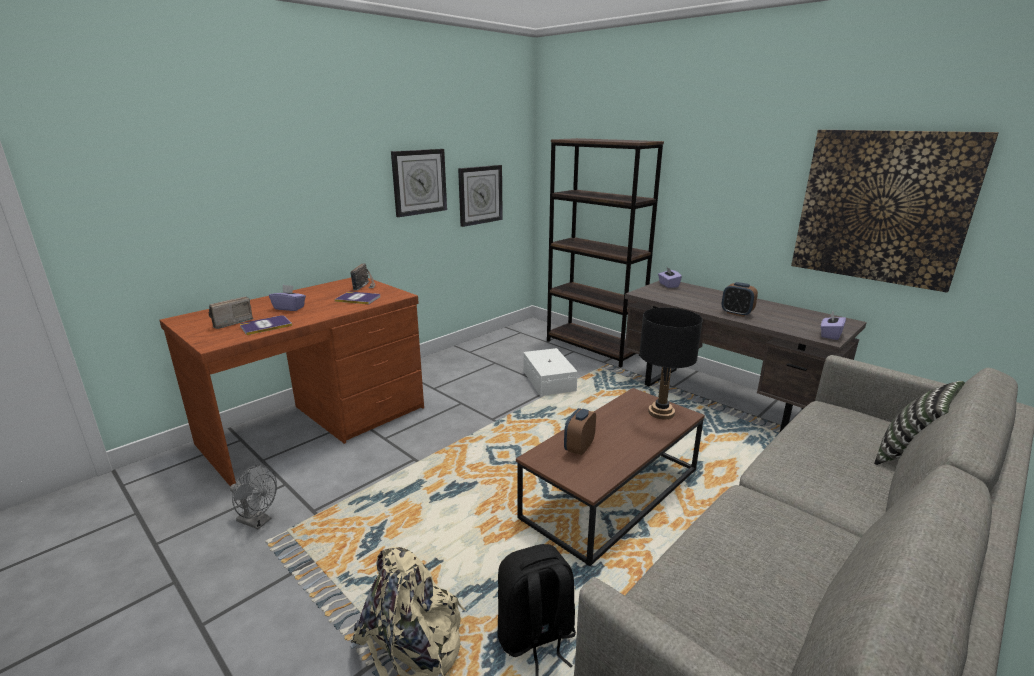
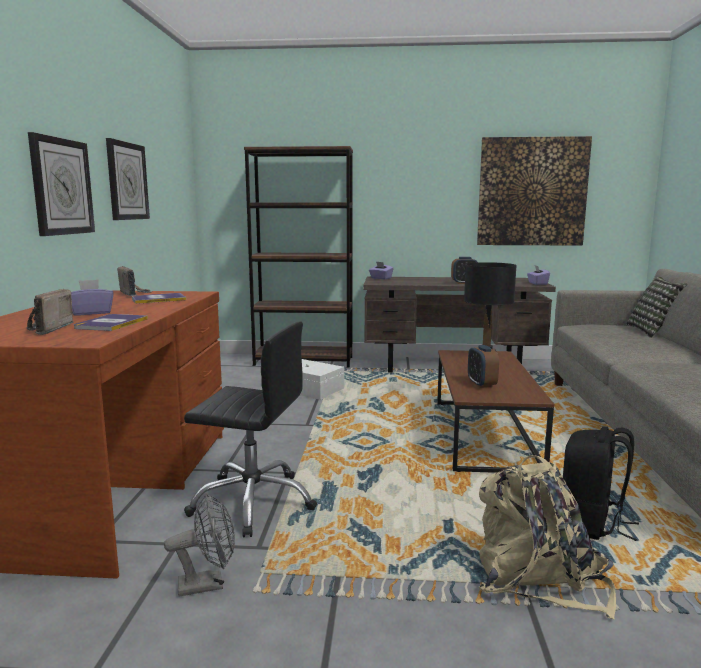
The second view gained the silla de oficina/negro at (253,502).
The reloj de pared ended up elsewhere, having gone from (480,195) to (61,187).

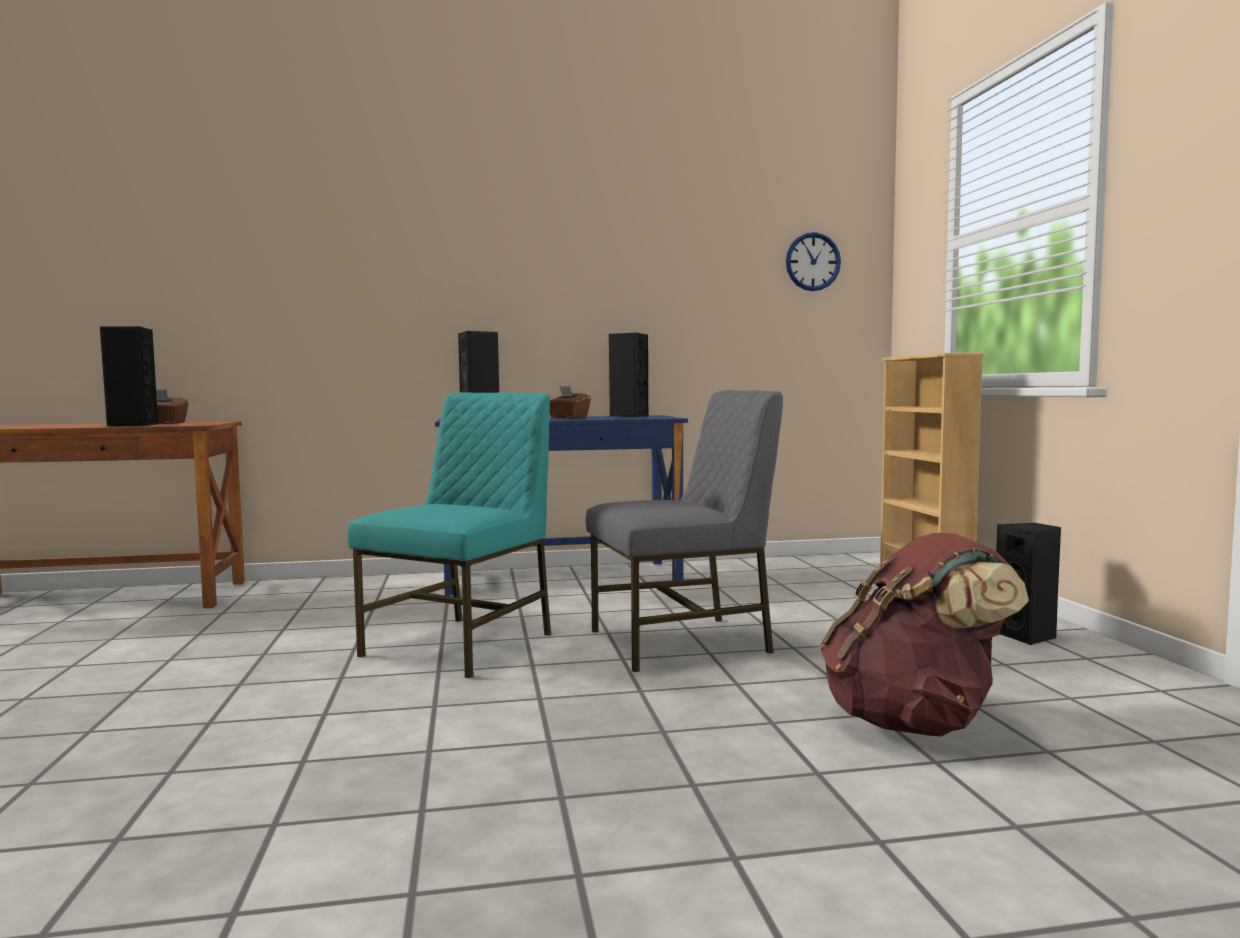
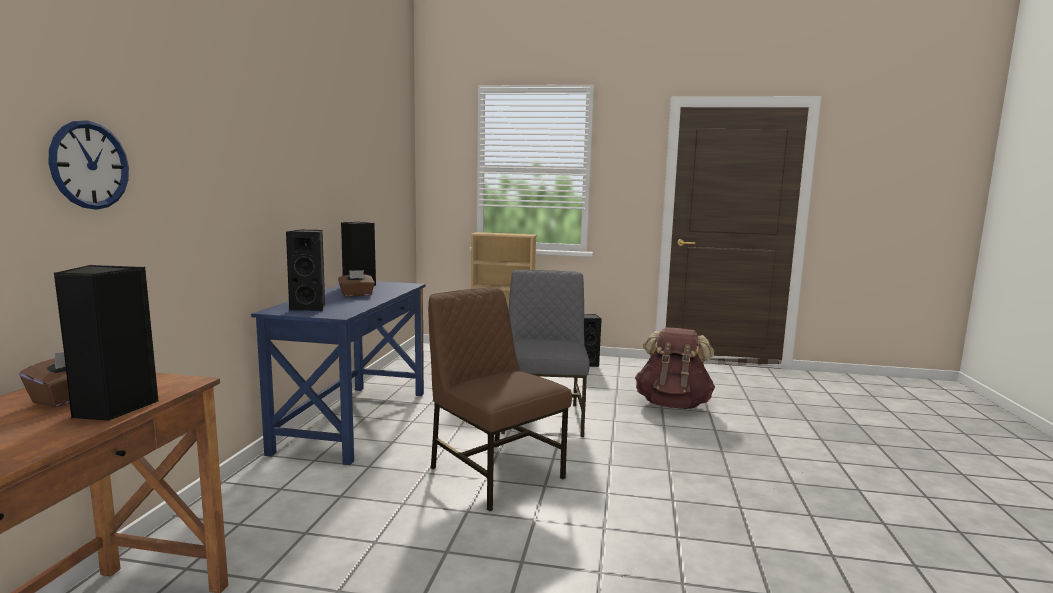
The reloj de pared ended up elsewhere, having gone from (812,262) to (90,165).
What was the silla/turquesa at (463,644) turned into the silla/marrón at (494,472).

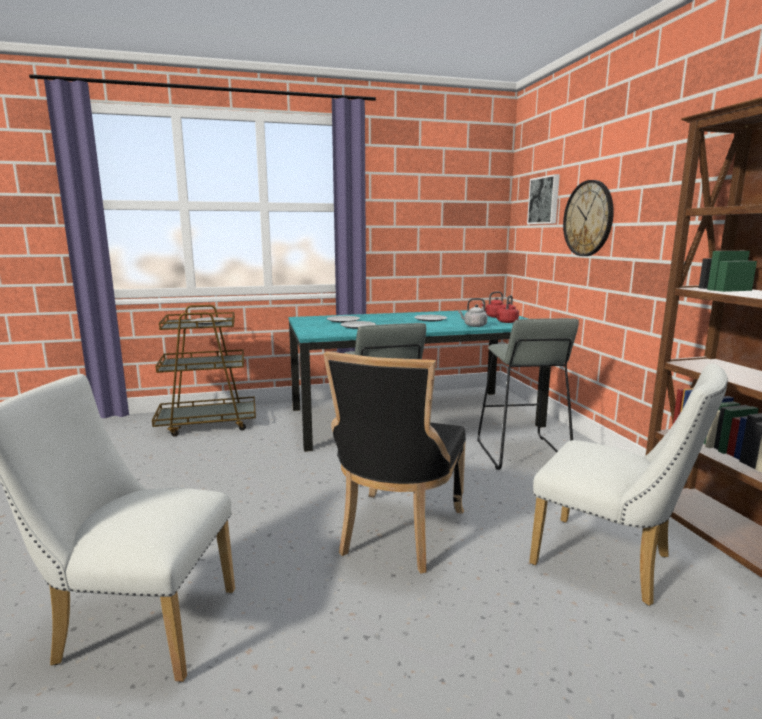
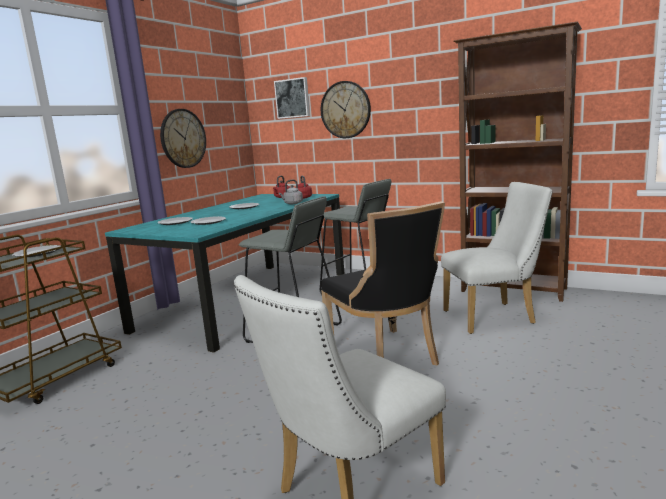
The second view gained the reloj de pared at (183,138).

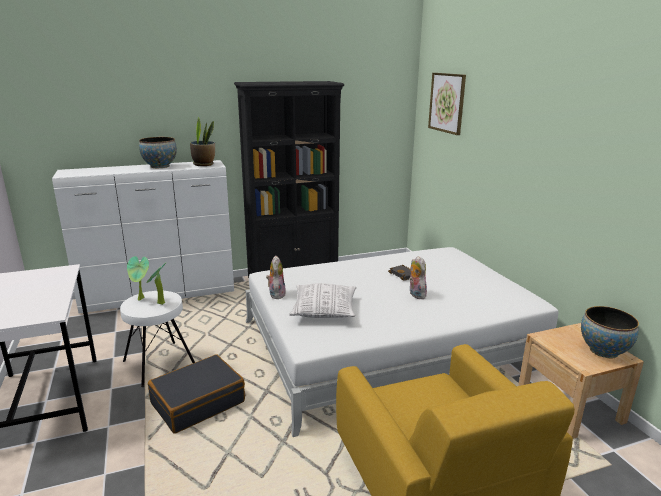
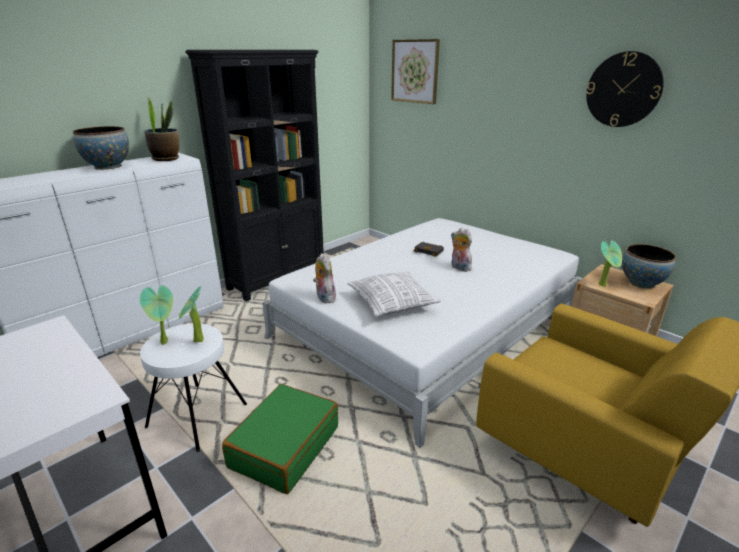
The second view gained the reloj de pared at (623,90).
The second view gained the planta en maceta at (604,285).
What was the maleta/negro at (198,402) turned into the maleta/verde at (284,446).

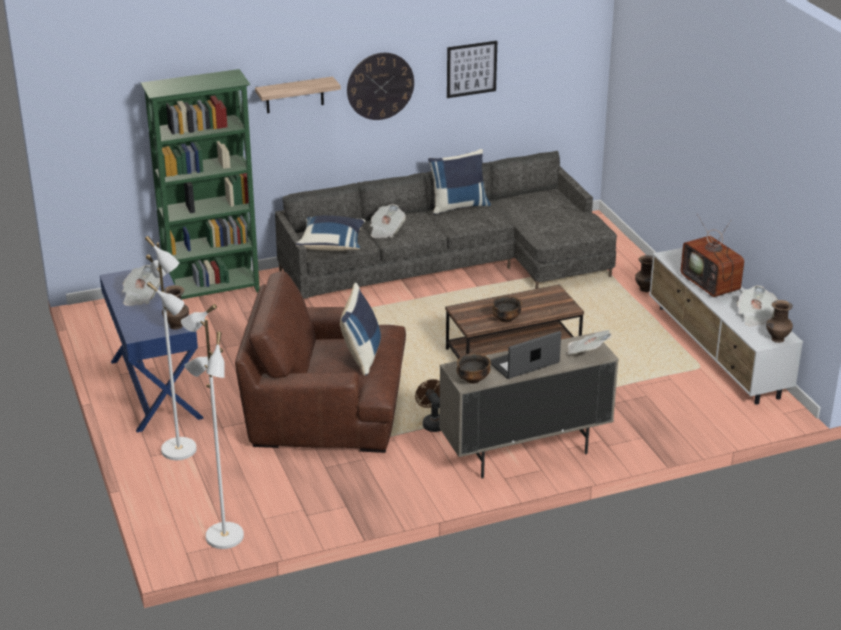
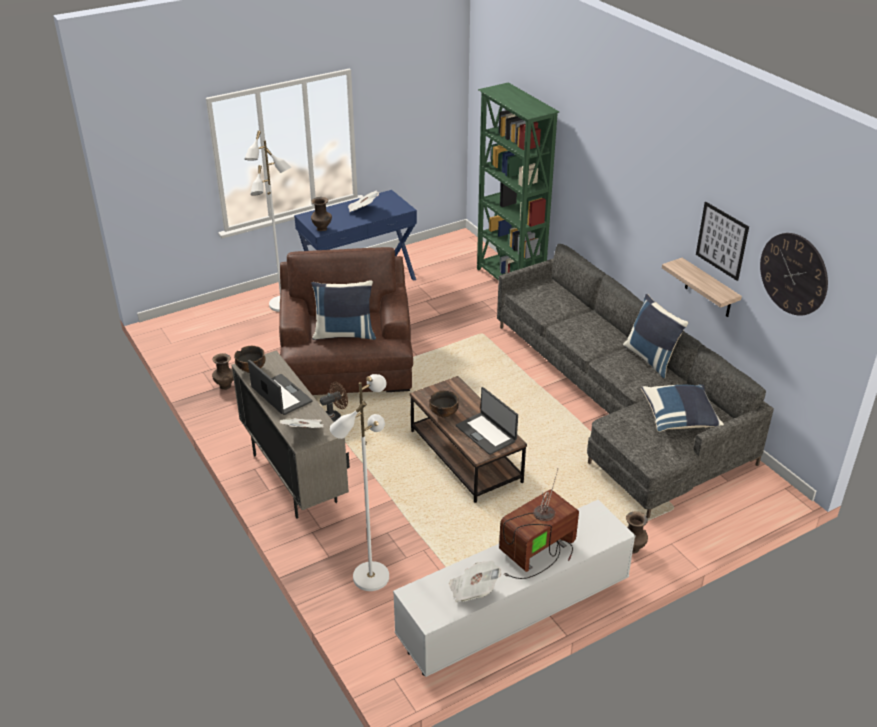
The second view lost the periódico at (386,231).
The second view gained the portátil at (486,433).
The lámpara de pie/blanco ended up elsewhere, having gone from (223,537) to (370,576).
The estante ended up elsewhere, having gone from (294,95) to (708,289).
The cojín/azul ended up elsewhere, having gone from (332,244) to (679,418).
The reloj de pared ended up elsewhere, having gone from (380,86) to (793,274).
The florero/marrón ended up elsewhere, having gone from (777,339) to (225,386).

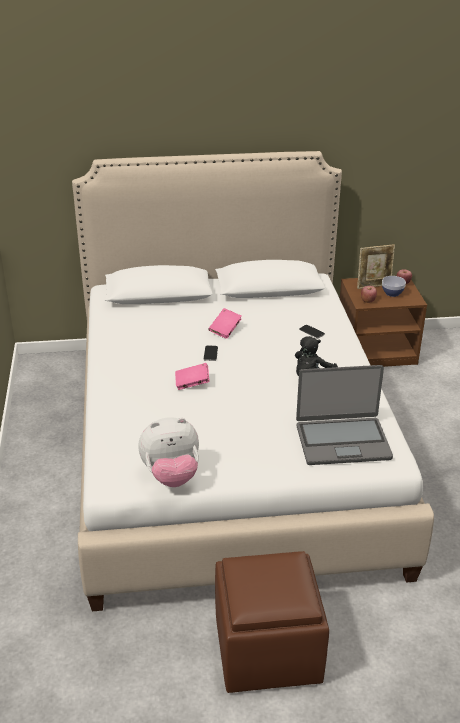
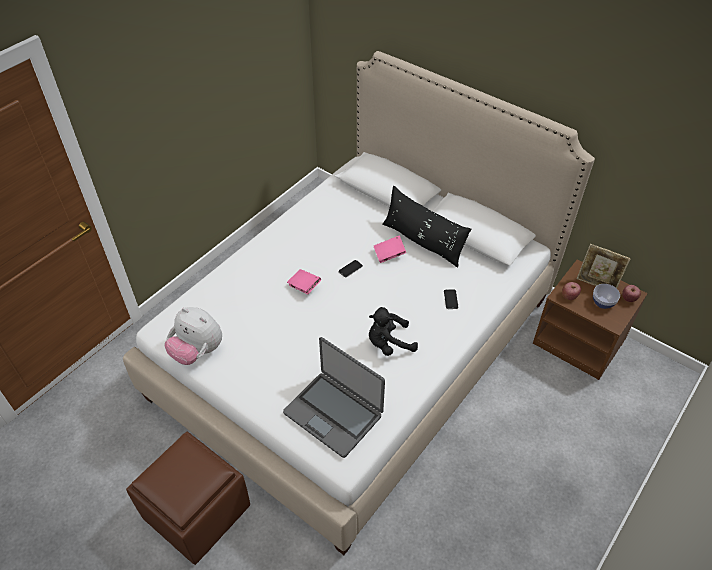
The second view gained the cojín/negro at (422,242).

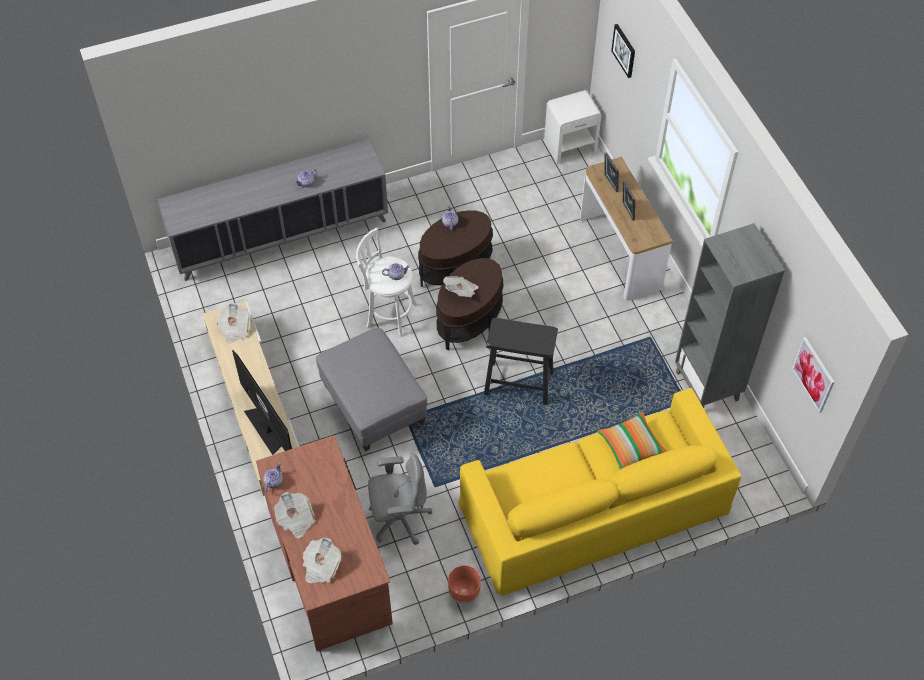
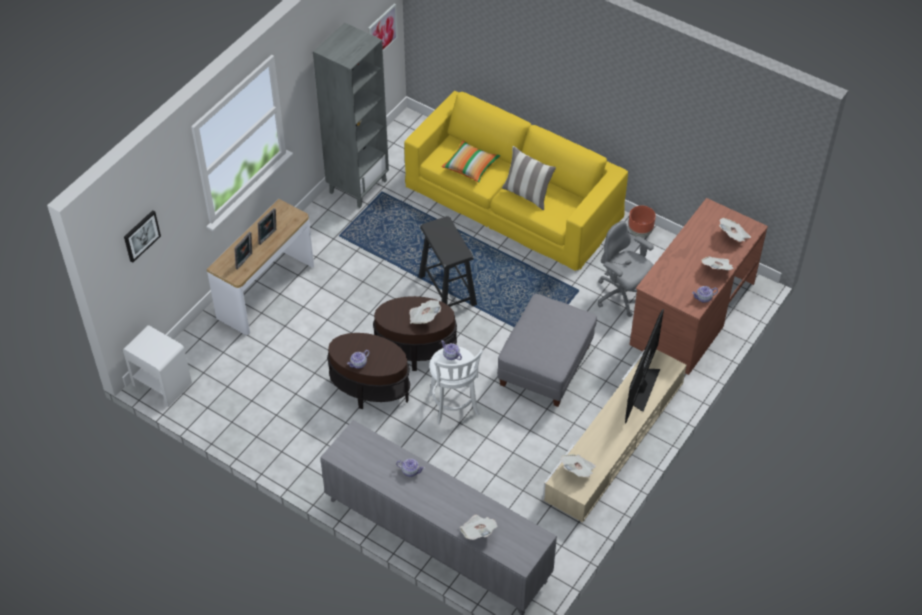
The second view gained the periódico at (478,531).
The second view gained the cojín at (527,194).

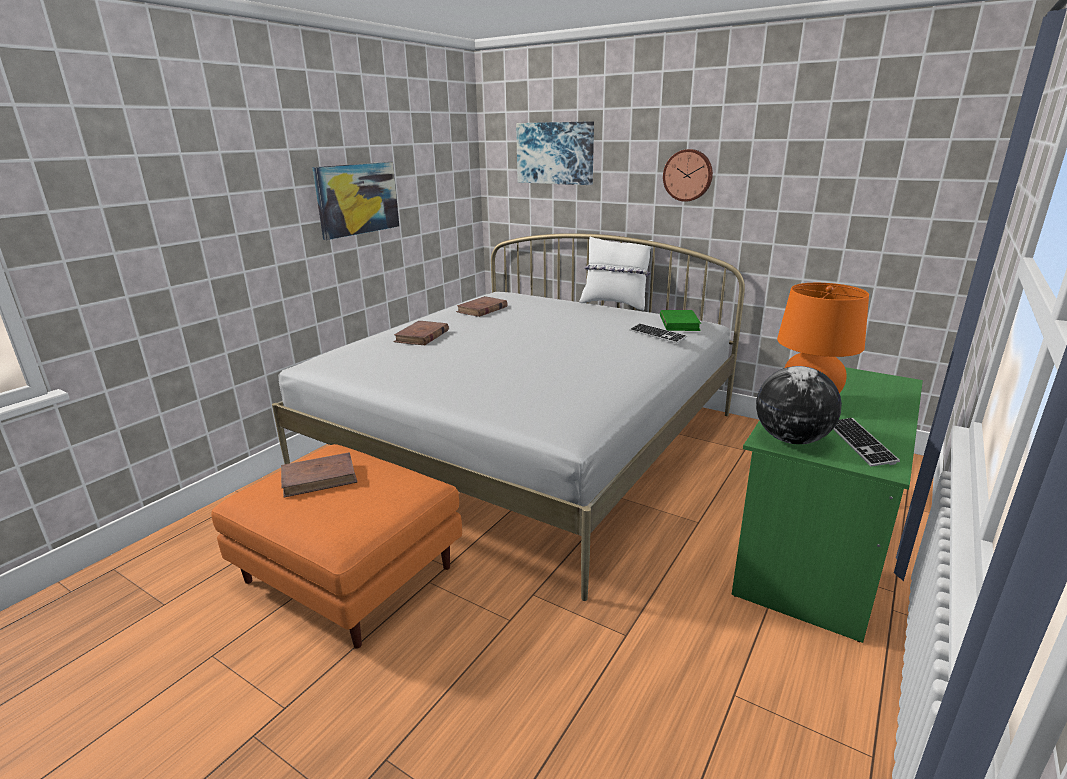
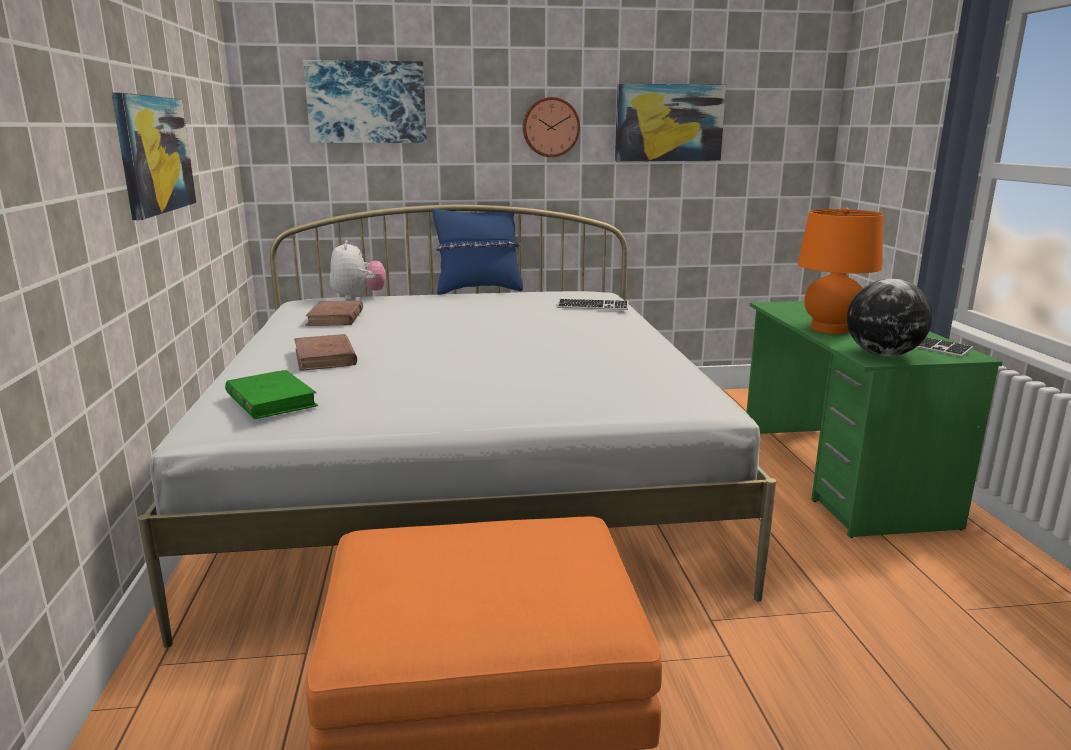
The second view lost the libro/marrón at (319,478).
The second view gained the peluche at (358,297).
The second view gained the cuadro at (669,123).
The libro/verde ended up elsewhere, having gone from (679,323) to (271,399).
What was the cojín/blanco at (615,304) turned into the cojín/azul at (479,290).

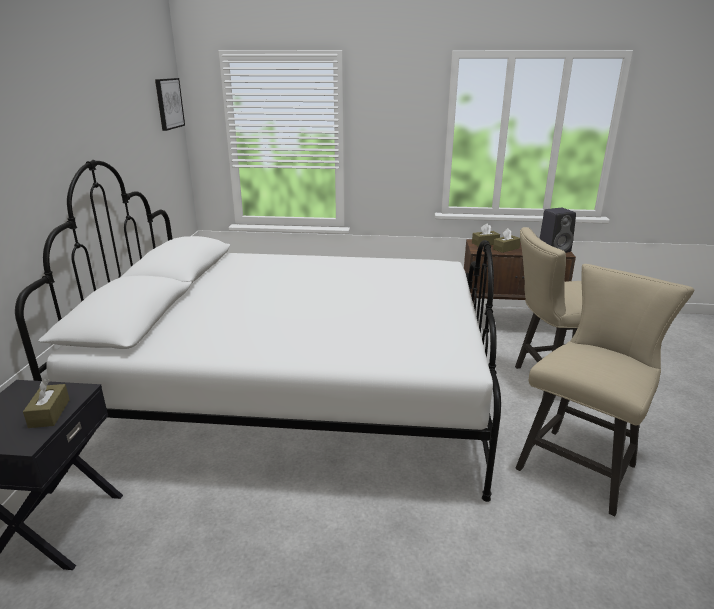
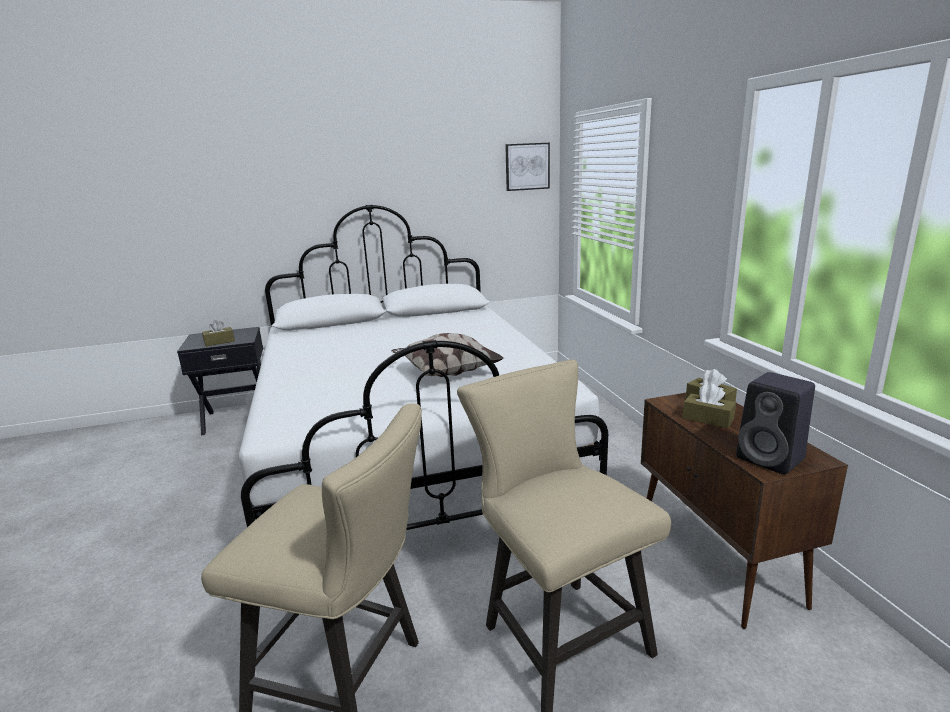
The second view gained the cojín at (446,373).

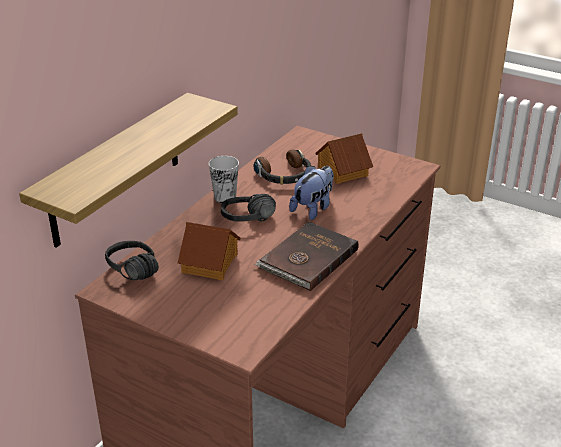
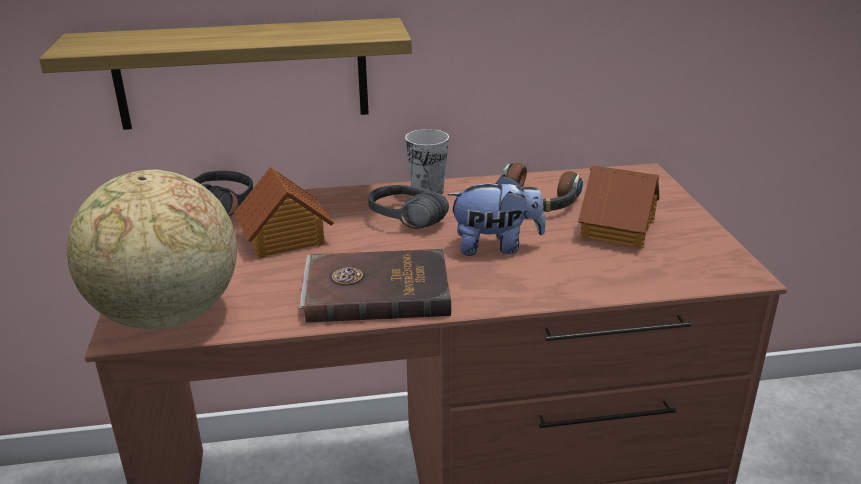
The second view gained the globo terráqueo at (167,316).

